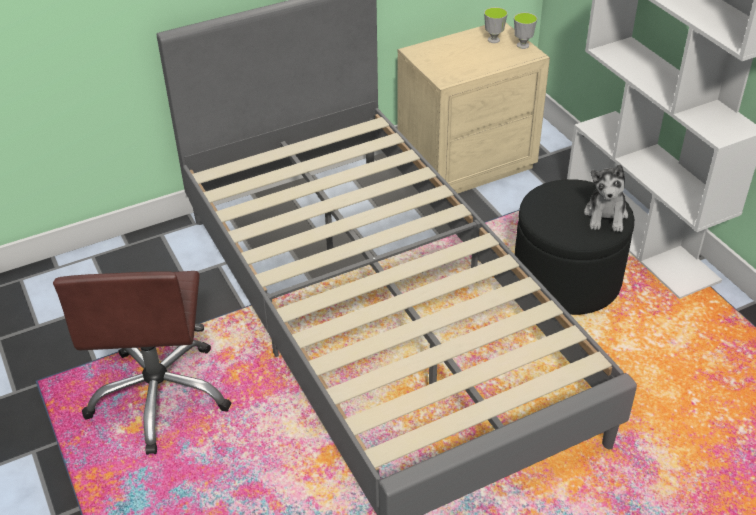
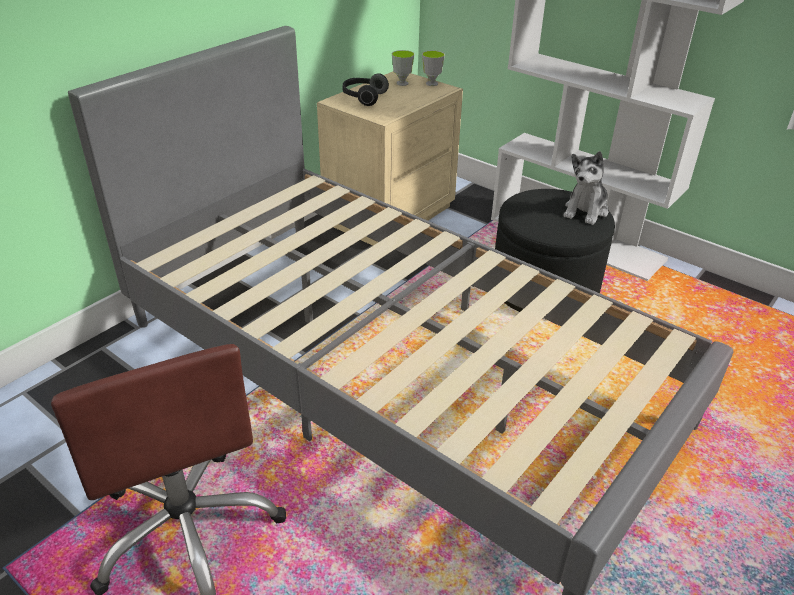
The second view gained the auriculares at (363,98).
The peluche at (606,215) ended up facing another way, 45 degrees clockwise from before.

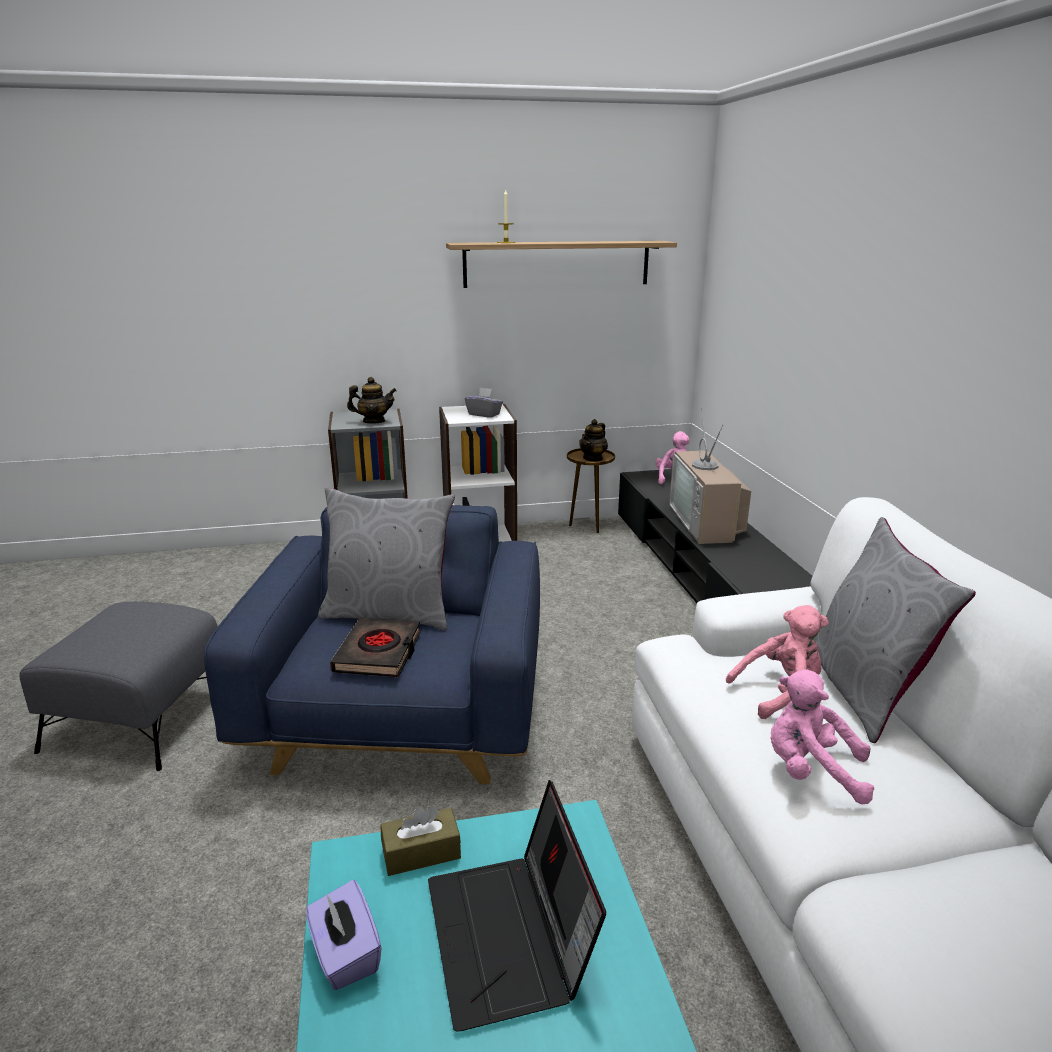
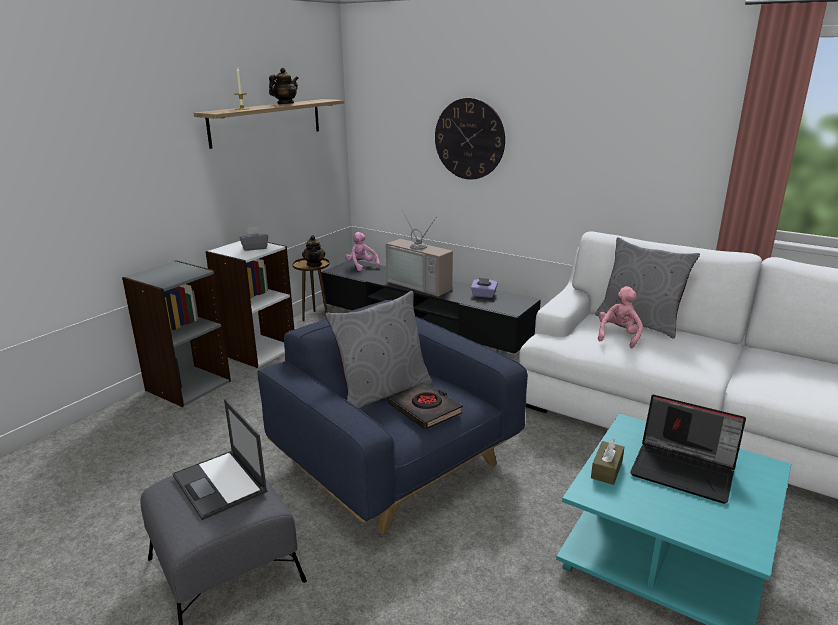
The second view lost the peluche/rosa at (811,771).
The second view gained the portátil at (220,484).
The second view gained the reloj de pared at (469,139).
The caja de pañuelos/morado ended up elsewhere, having gone from (345,954) to (483,295).
The tetera ended up elsewhere, having gone from (374,421) to (285,104).

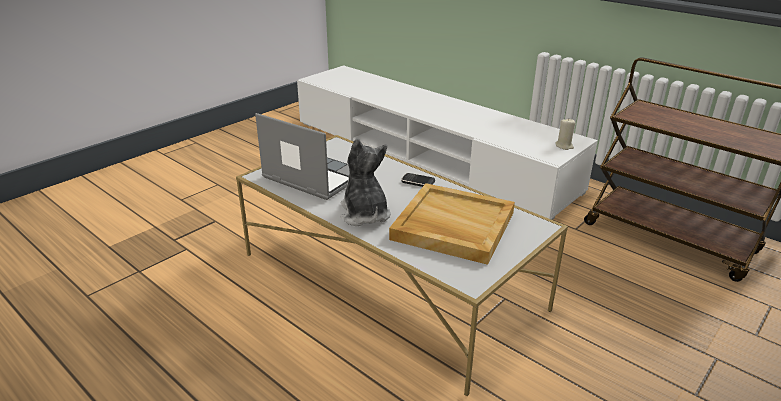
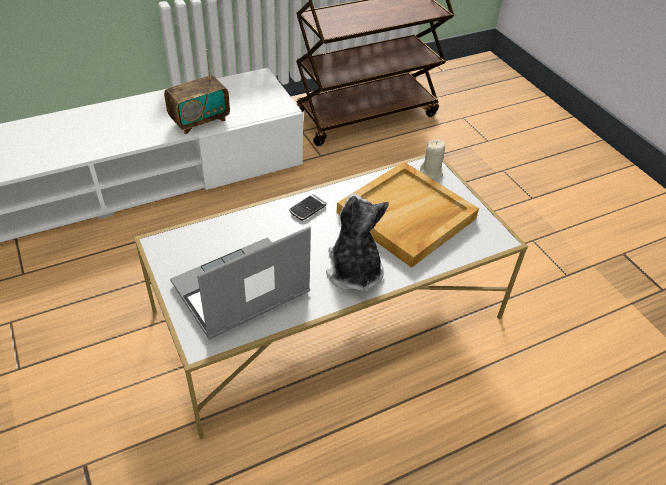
The second view gained the radio at (199,121).
The vela/beis ended up elsewhere, having gone from (564,146) to (431,172).
The peluche at (364,214) ended up facing another way, 75 degrees clockwise from before.

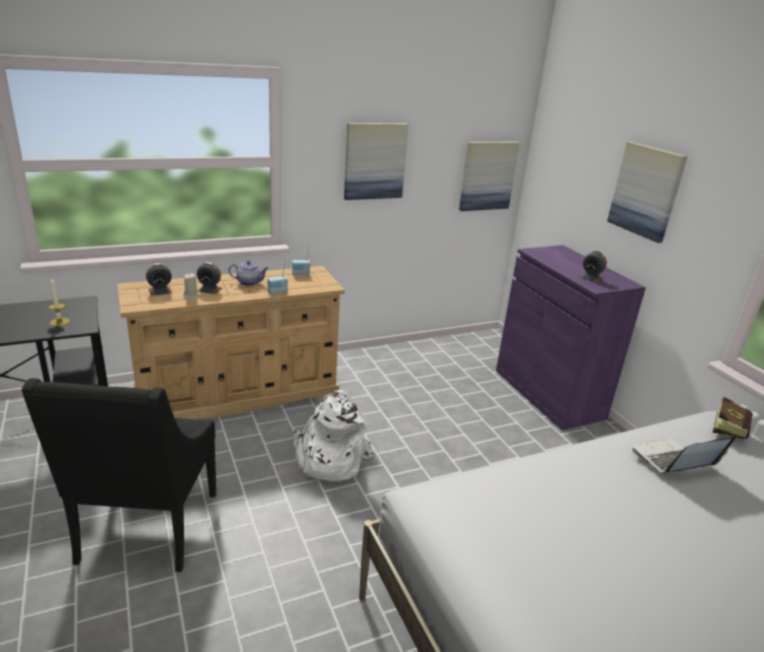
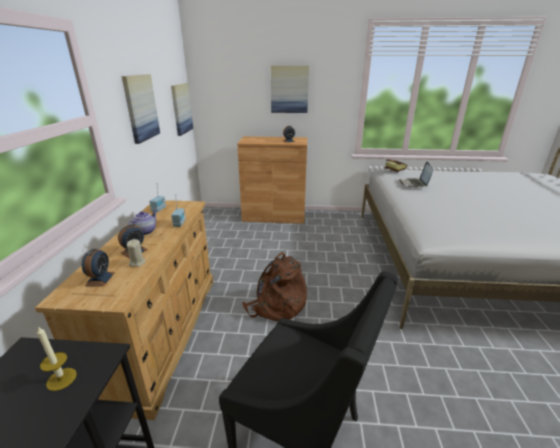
What was the mochila/blanco at (329,459) turned into the mochila/marrón at (276,306).
What was the armario/morado at (548,394) turned into the armario/marrón at (274,216).

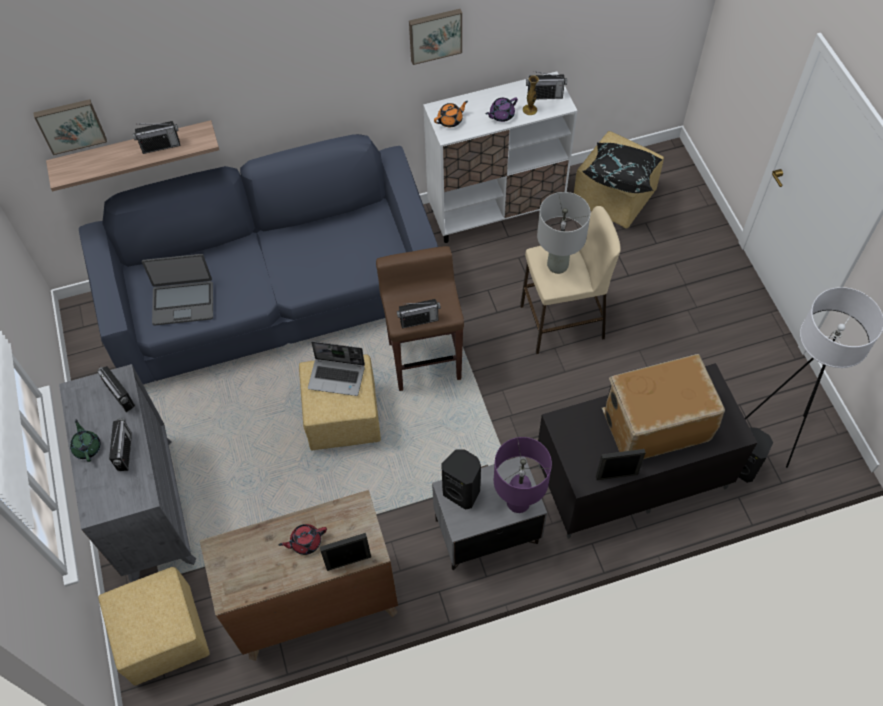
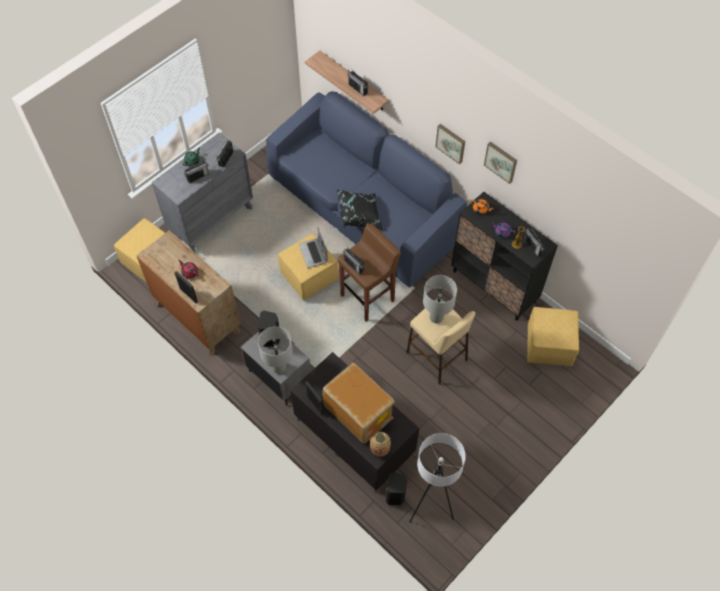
The second view lost the portátil at (183,302).
The second view gained the florero at (380,449).
The cuadro ended up elsewhere, having gone from (70,125) to (451,143).
The cojín/negro ended up elsewhere, having gone from (621,175) to (359,216).
What was the armario/blanco at (496,210) turned into the armario/negro at (494,286).
What was the lámpara de mesa/morado at (517,502) turned into the lámpara de mesa/gris at (279,367).

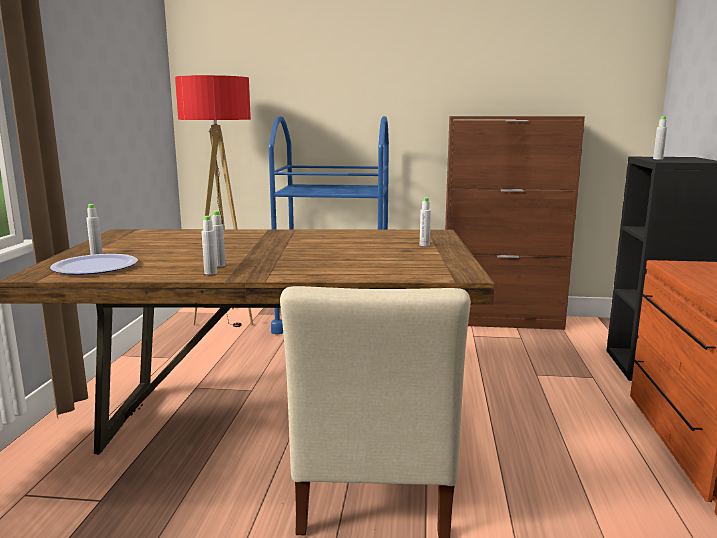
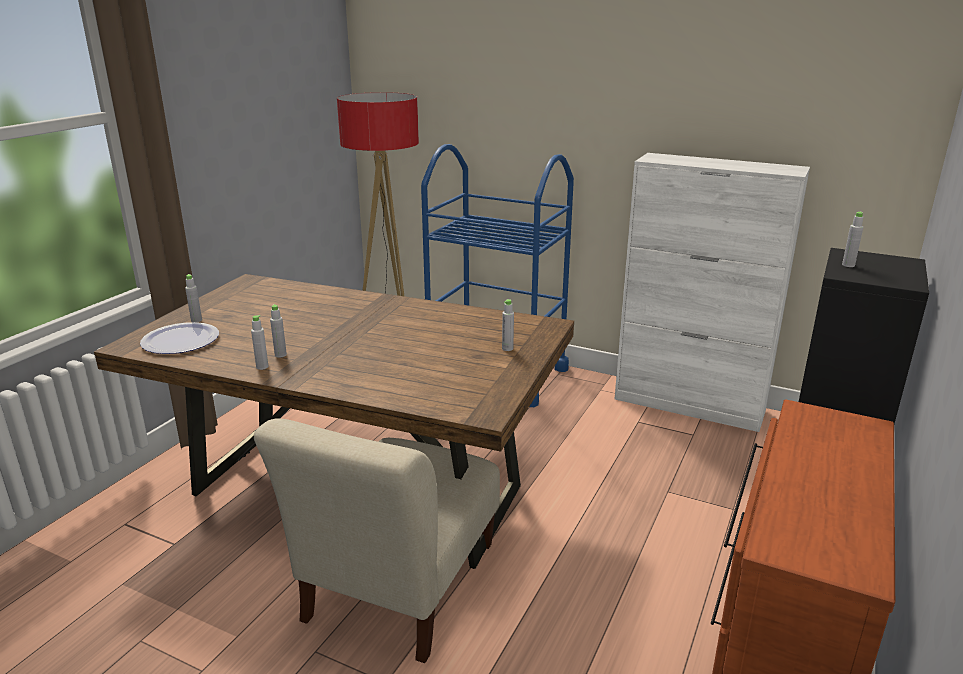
What was the armario/marrón at (501,321) turned into the armario/blanco at (689,405).

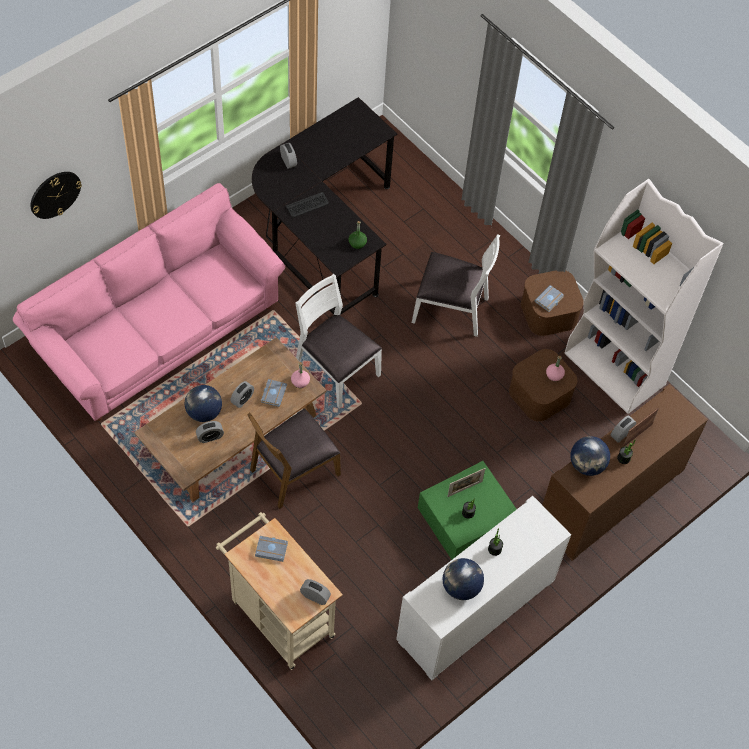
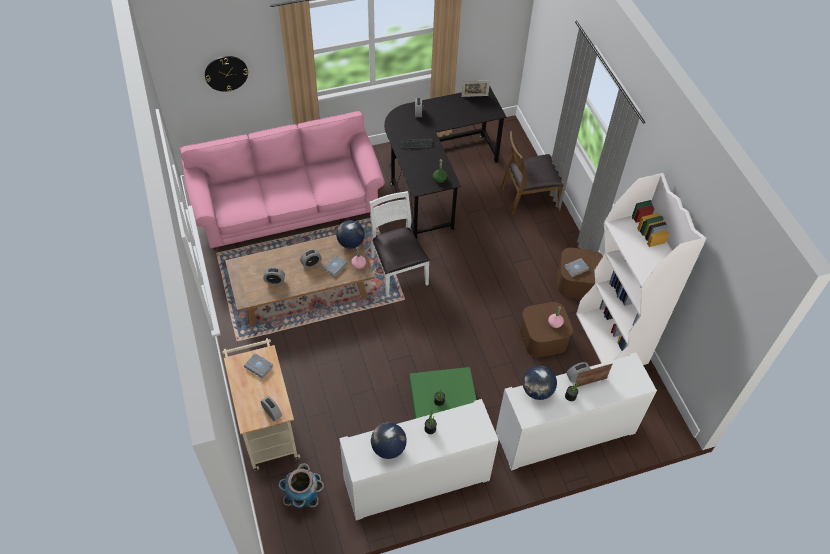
The second view lost the silla/blanco at (451,309).
The second view gained the maceta at (304,498).
The globo terráqueo ended up elsewhere, having gone from (204,413) to (350,243).
The silla/marrón ended up elsewhere, having gone from (293,471) to (528,197).
The portarretratos ended up elsewhere, having gone from (465,489) to (474,96).
What was the armario/marrón at (610,497) turned into the armario/blanco at (565,433).

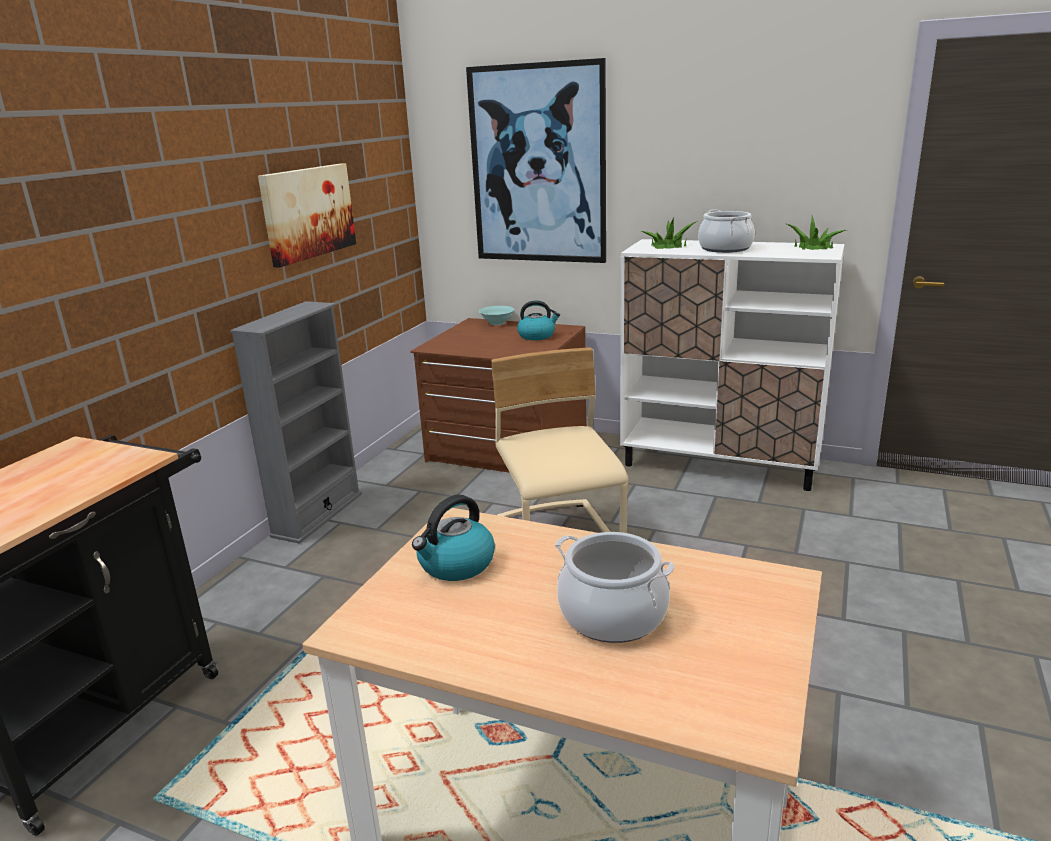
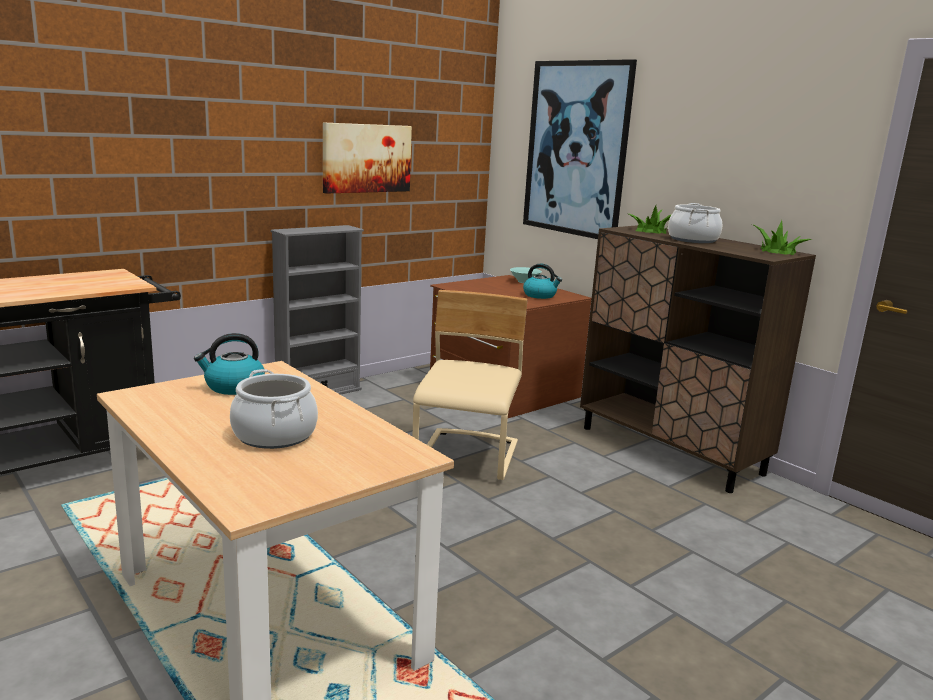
What was the armario/blanco at (720,464) turned into the armario/marrón at (670,450).

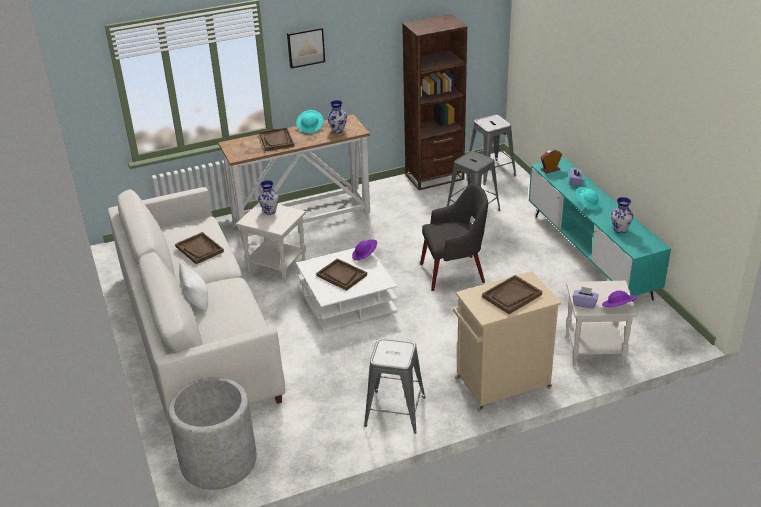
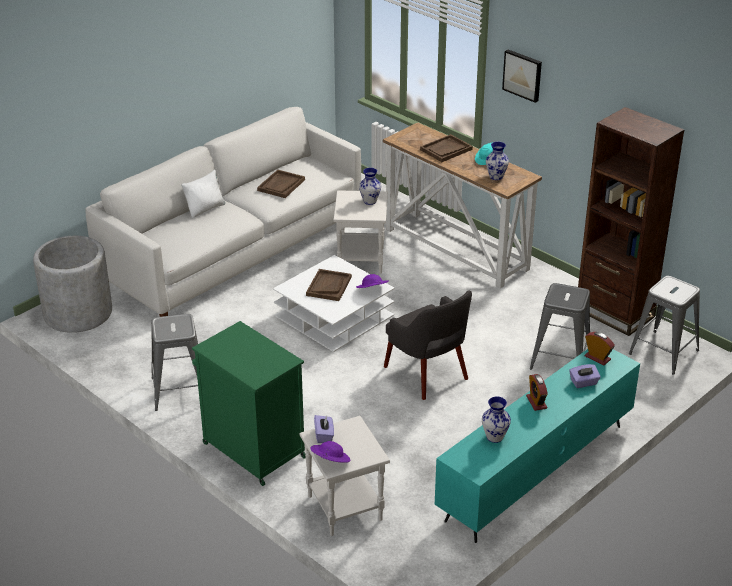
The second view lost the bandeja/marrón at (512,296).
Where the sombrero/turquesa stood at (588,204), the despertador came to stand at (536,402).
What was the armario/beis at (501,384) turned into the armario/verde at (252,449).

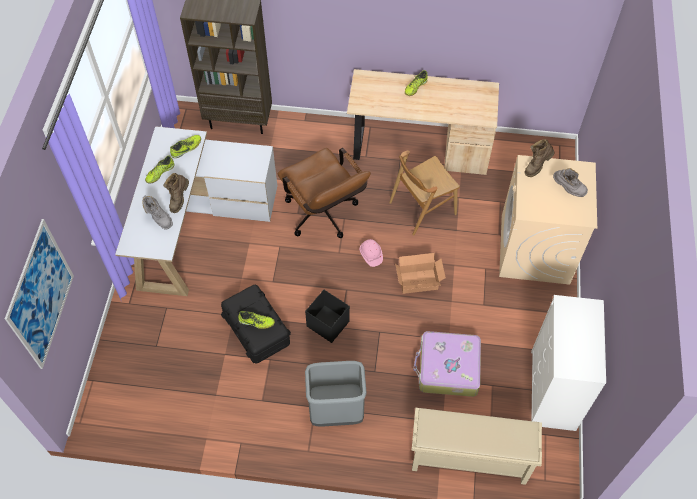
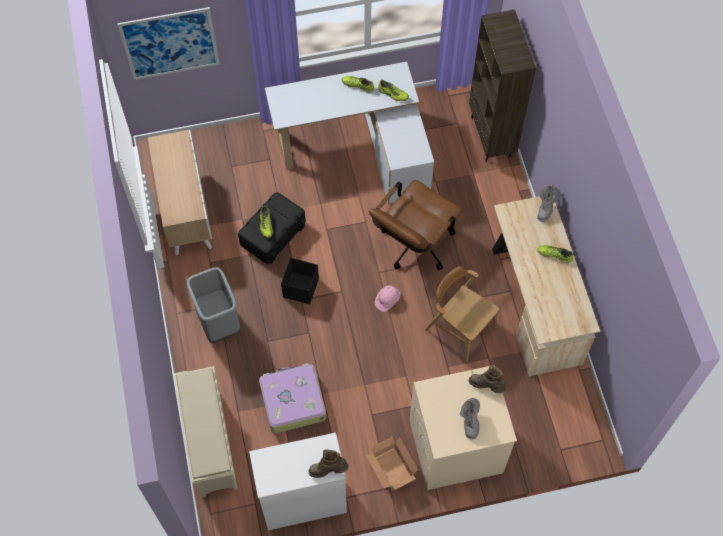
The second view gained the armario at (185,212).
The bota/gris ended up elsewhere, having gone from (159,218) to (546,208).
The bota/marrón ended up elsewhere, having gone from (179,199) to (328,469).
The caja de cartón ended up elsewhere, having gone from (419,282) to (391,470).

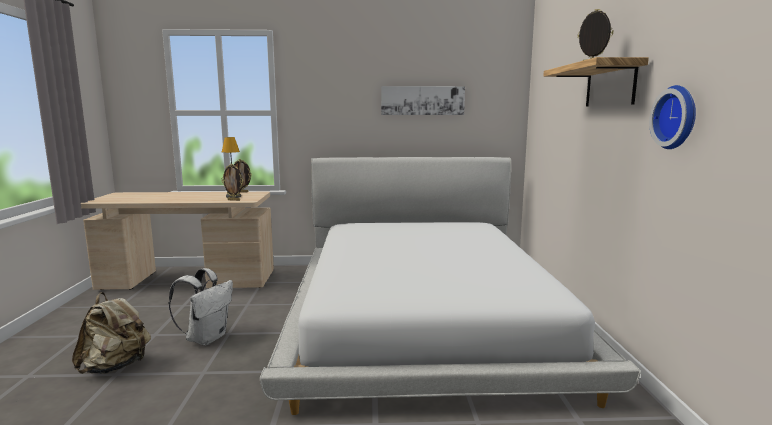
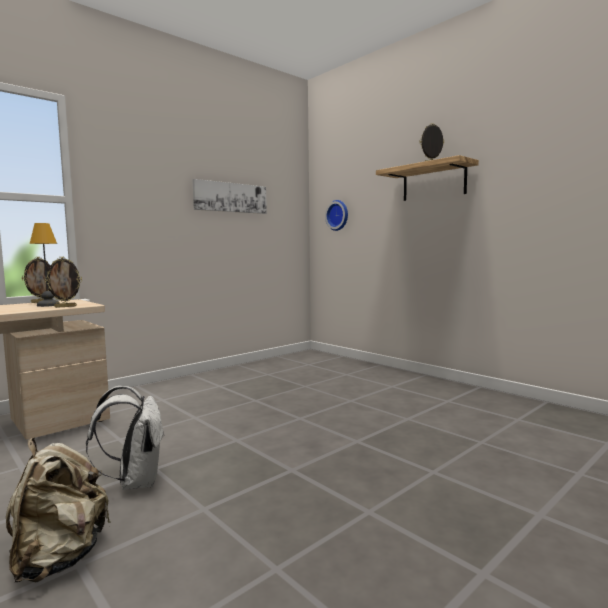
The second view lost the cama/blanco at (423,314).
The reloj de pared ended up elsewhere, having gone from (677,117) to (338,215).

